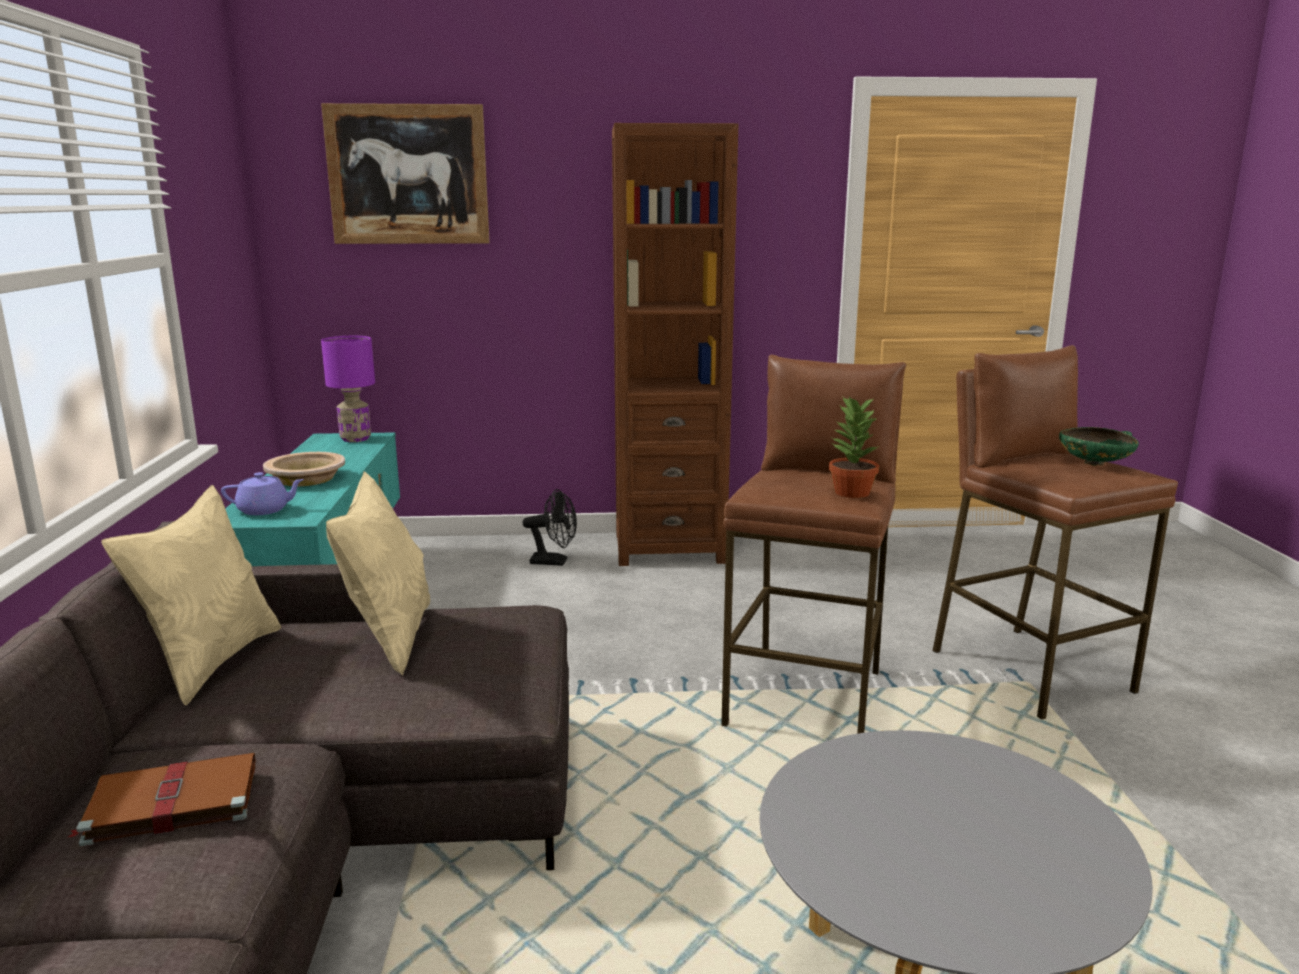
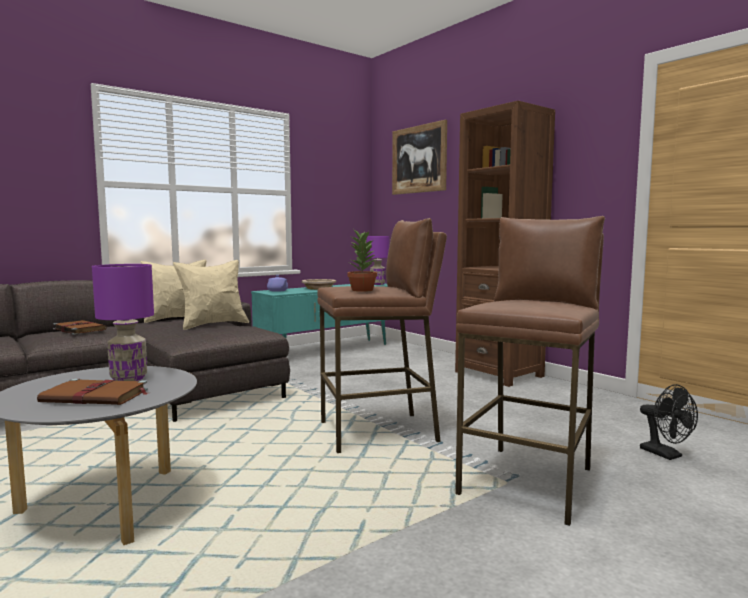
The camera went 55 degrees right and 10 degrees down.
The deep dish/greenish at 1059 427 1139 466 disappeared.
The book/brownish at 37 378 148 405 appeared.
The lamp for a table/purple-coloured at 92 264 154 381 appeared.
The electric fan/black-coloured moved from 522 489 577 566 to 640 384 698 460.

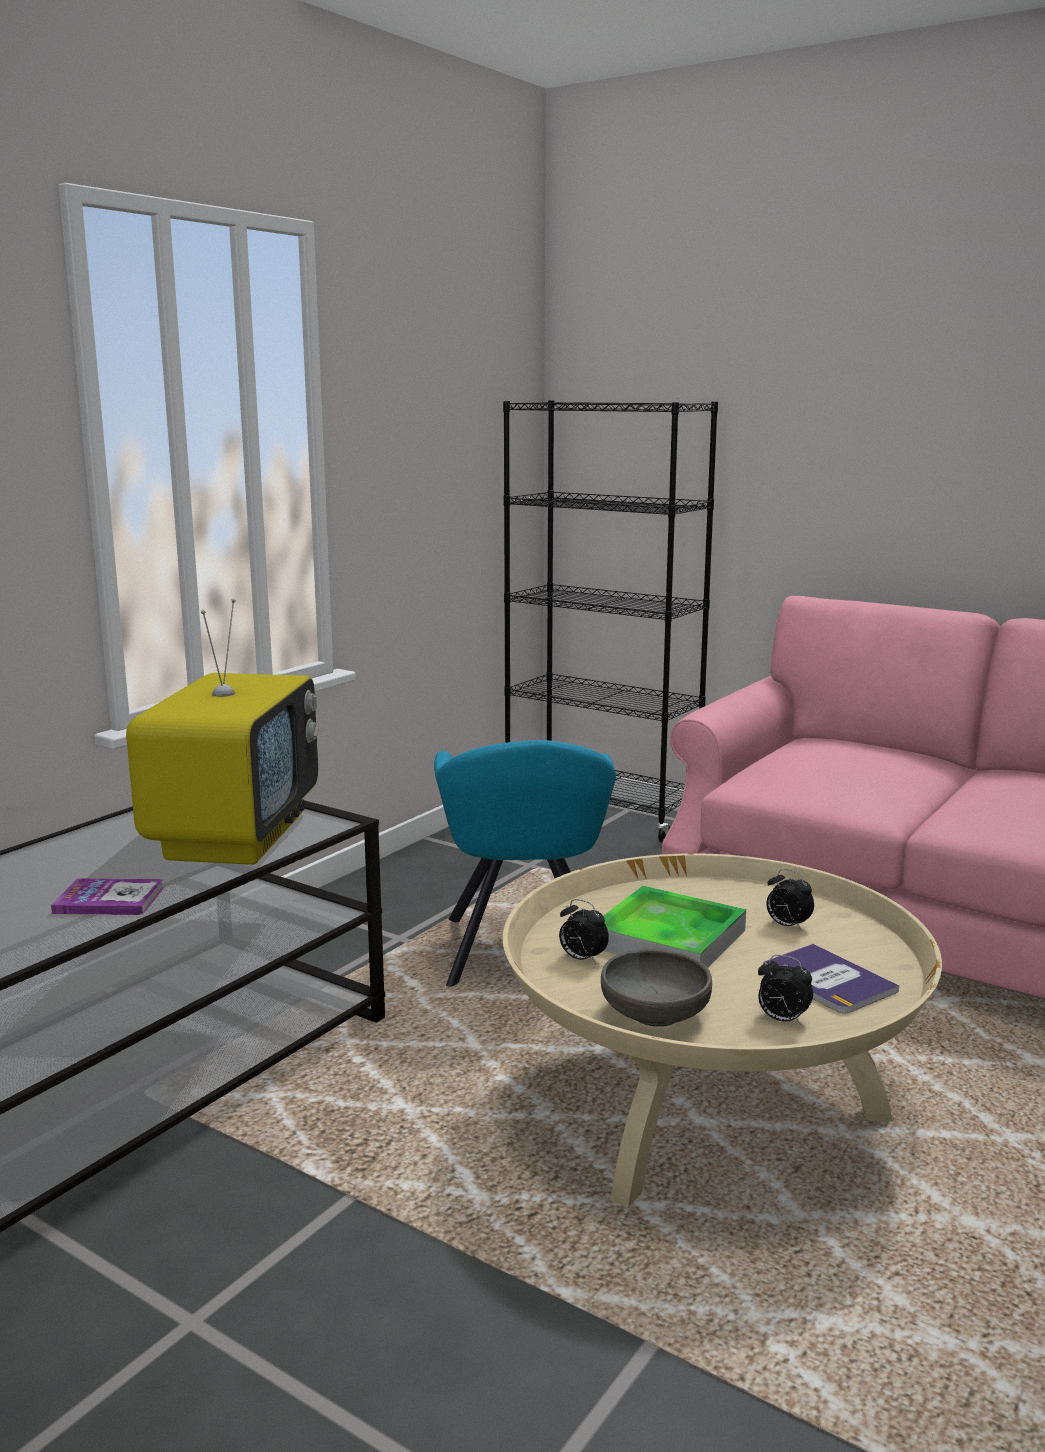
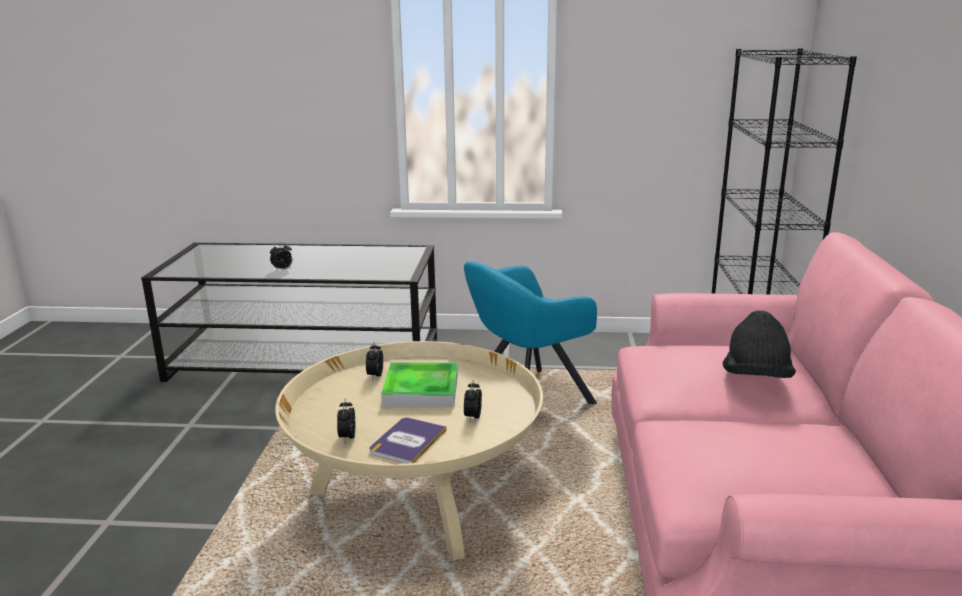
The camera went 60 degrees right and 5 degrees up.
The TV set at 126 599 319 865 disappeared.
The deep dish/greyish at 601 949 712 1027 disappeared.
The wearable hat/black-coloured at 723 310 796 378 appeared.
The book at 51 878 164 915 was replaced by the table clock at 270 242 292 271.

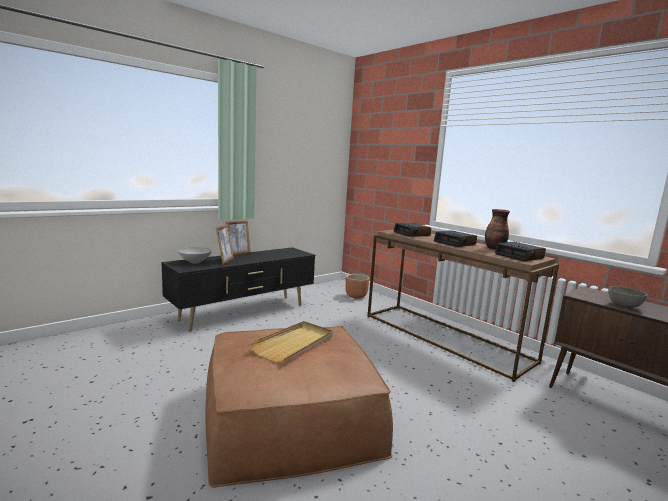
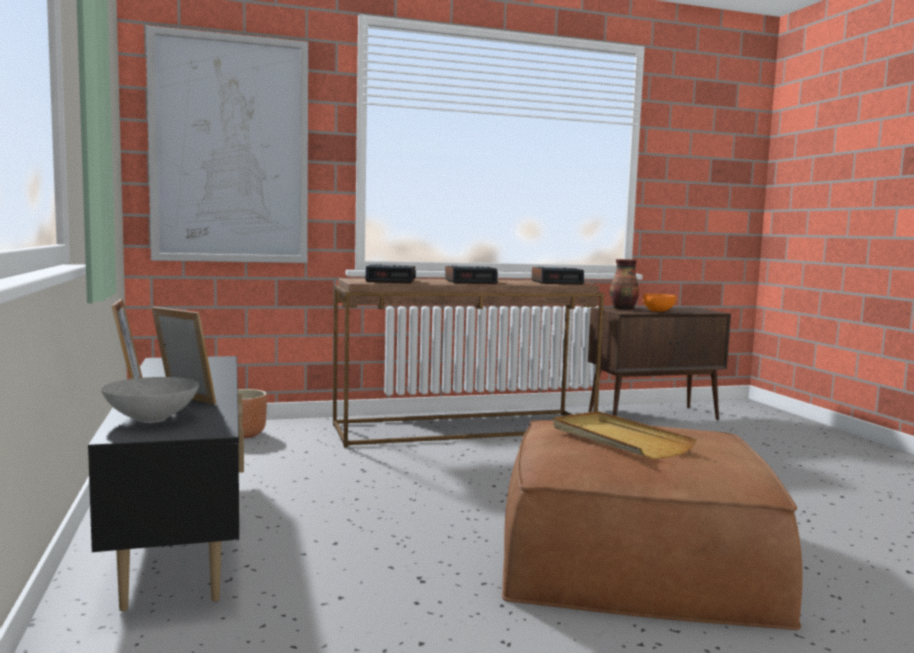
The camera went 65 degrees left and 5 degrees down.
The wall picture at 145 26 308 263 appeared.
The flower vase moved from 485 209 510 250 to 610 259 639 310.
The deep dish/greyish at 608 286 648 308 became the deep dish/orange-coloured at 643 294 676 312.

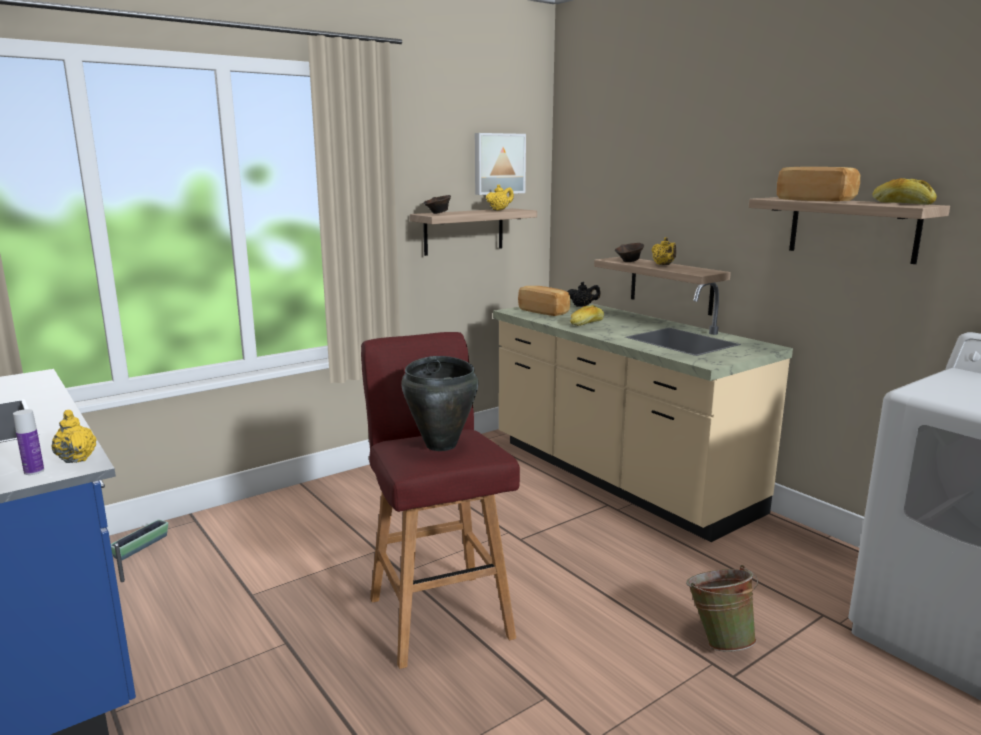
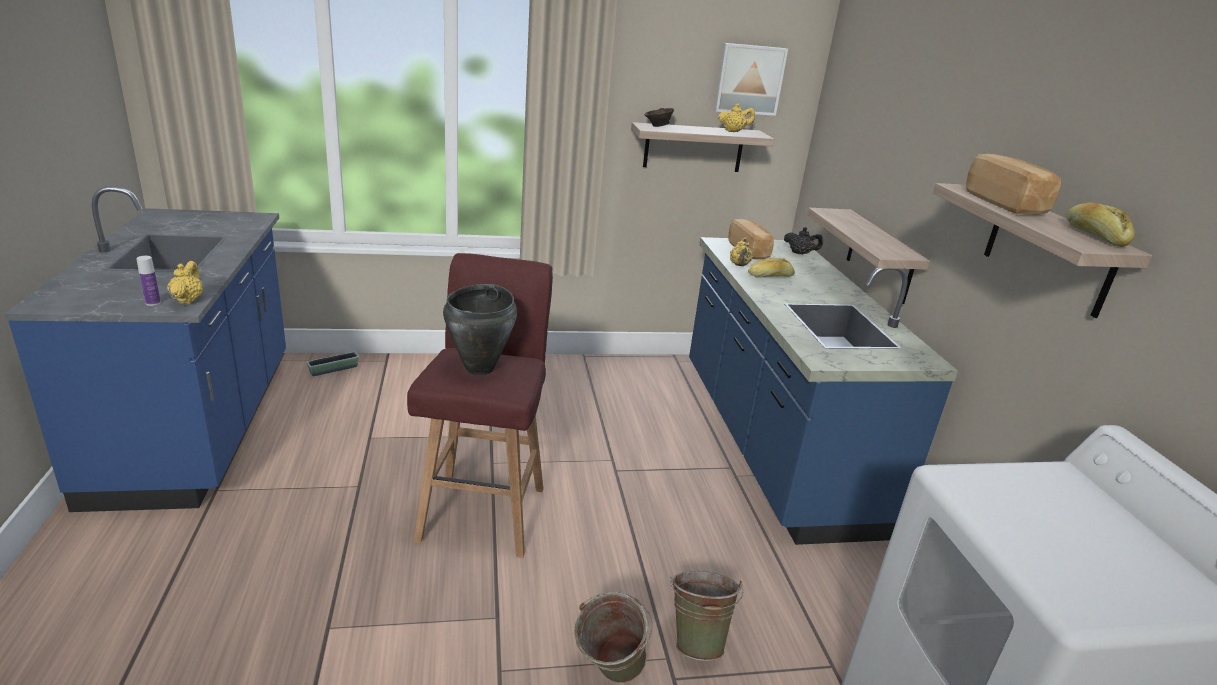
The camera went 25 degrees right and 10 degrees up.
The deep dish/brownish at 615 243 644 262 disappeared.
The bucket/greenish at 574 592 652 683 appeared.
The tea pot/yellow-coloured moved from 652 237 677 265 to 730 238 753 266.
The kitchen base unit/beige at 493 282 793 542 became the kitchen base unit/bluish at 689 237 958 545.

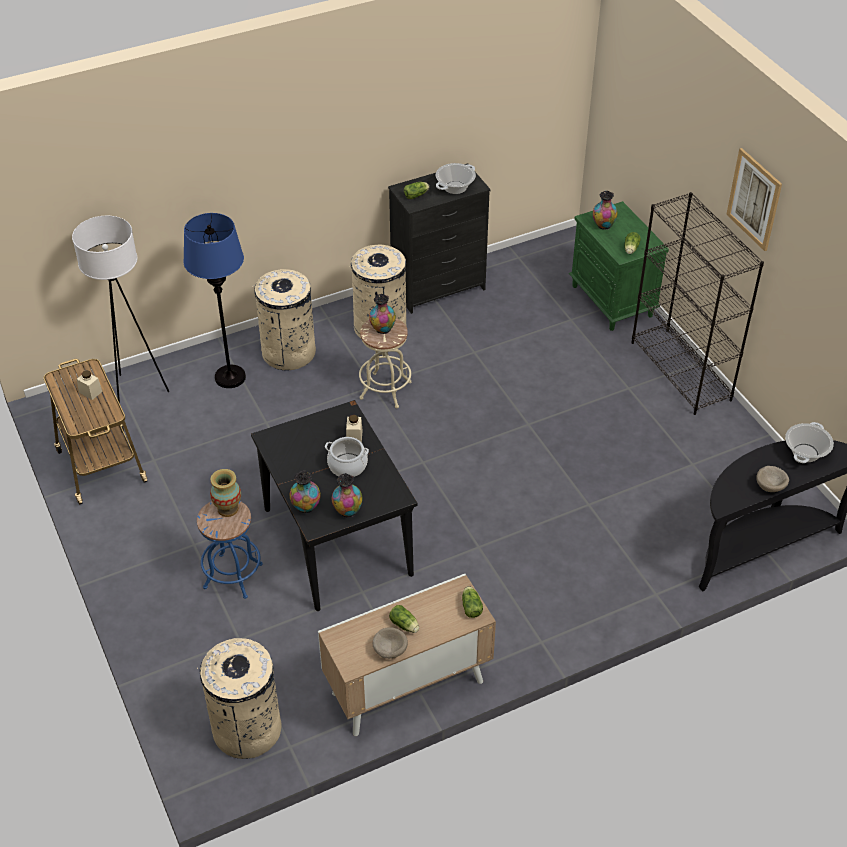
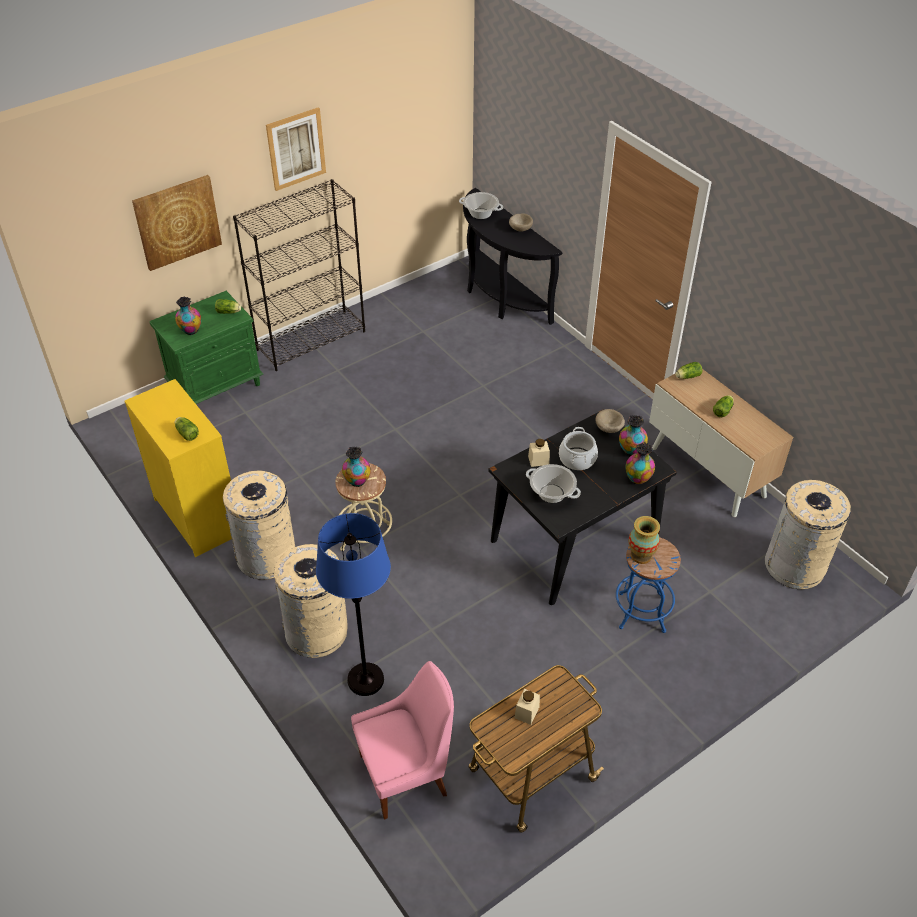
The camera went 100 degrees left and 0 degrees up.
The wall picture at 132 175 222 271 appeared.
The deep dish/beige moved from 373 627 408 659 to 596 409 625 433.
The saucepot moved from 436 163 476 194 to 526 464 581 503.
The floor lamp/white at 72 216 169 403 was replaced by the plain chair/pinkish at 351 661 454 820.
The dresser/black-coloured at 388 163 491 314 became the dresser/yellow-coloured at 125 379 232 557.

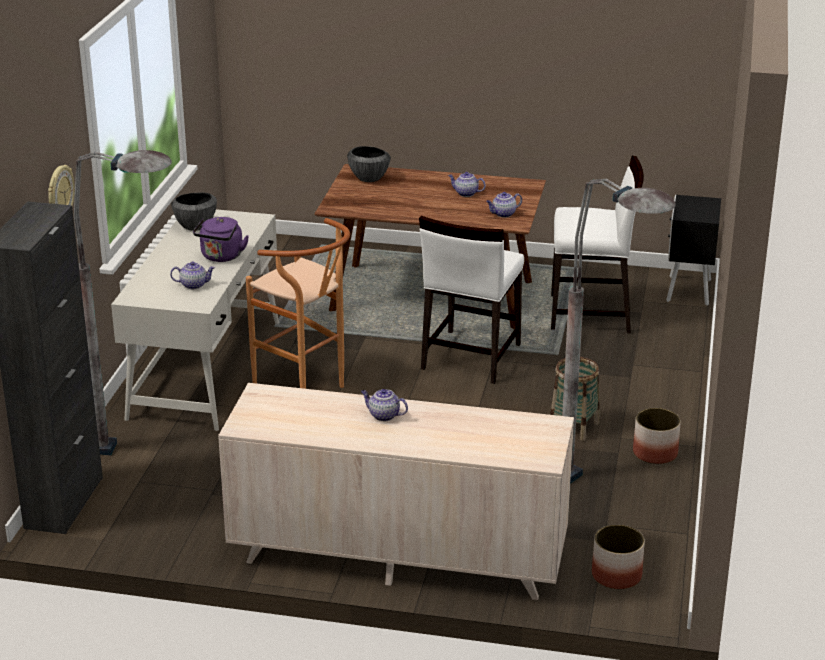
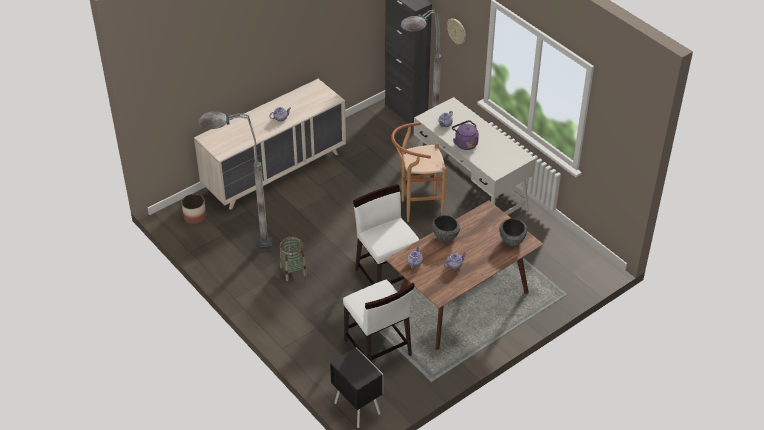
The camera went 130 degrees right and 15 degrees up.
The flower pot at 633 408 681 464 disappeared.
The deep dish moved from 171 193 217 231 to 431 215 460 242.
The plain chair/white at 551 156 644 333 turned 75 degrees counterclockwise.

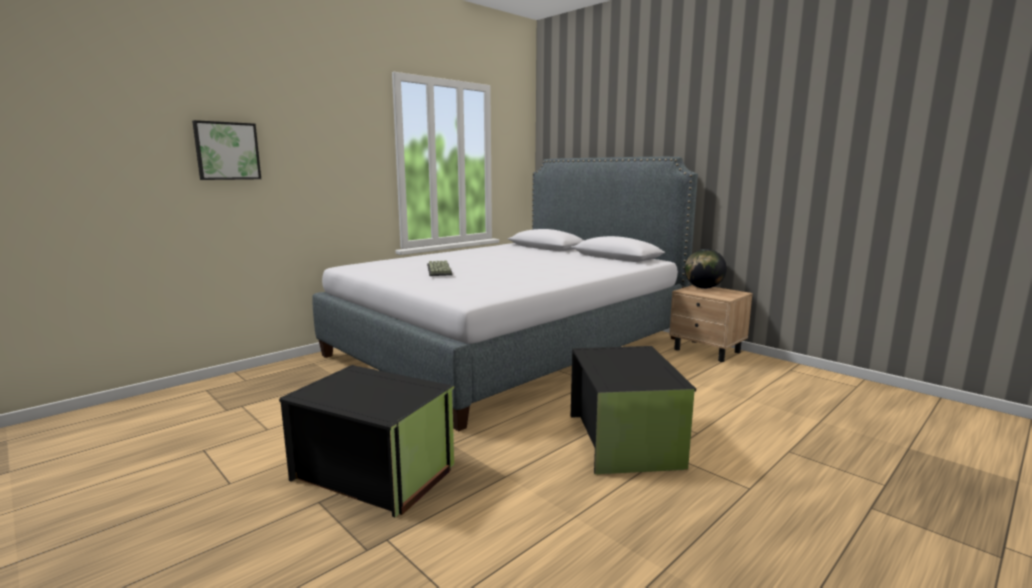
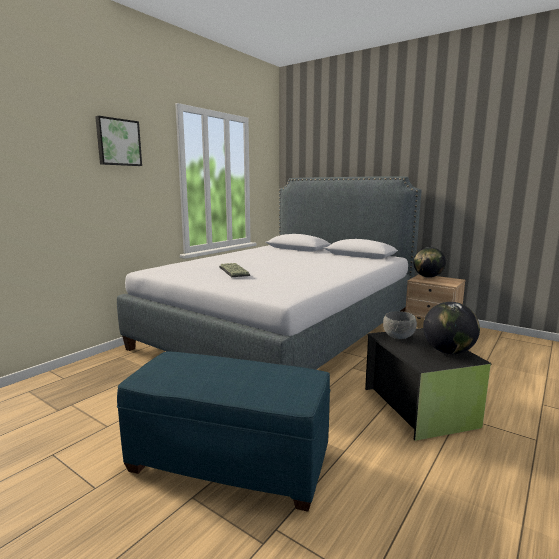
The camera went 10 degrees left and 0 degrees up.
The deep dish/greyish at 383 311 417 339 appeared.
The globe at 423 302 480 354 appeared.
The wall picture moved from 192 120 261 180 to 95 116 142 166.
The storage container/black-coloured at 279 365 454 517 was replaced by the ottoman/bluish at 117 351 330 512.

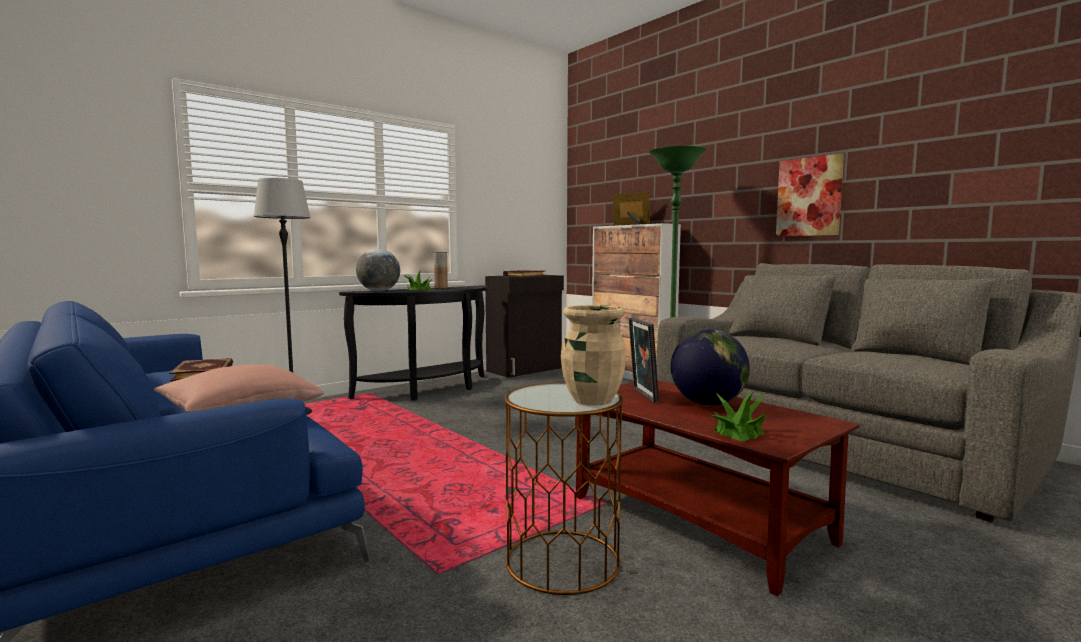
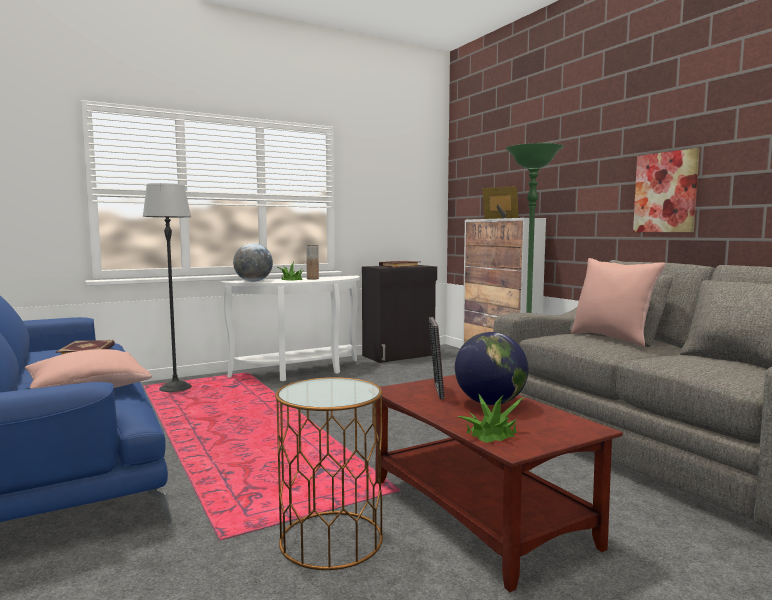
The camera went 10 degrees right and 0 degrees up.
The flower vase/beige at 561 305 626 406 disappeared.
The pillow/pinkish at 571 258 666 347 appeared.
The console table/black-coloured at 339 285 488 401 became the console table/white at 220 276 360 381.

